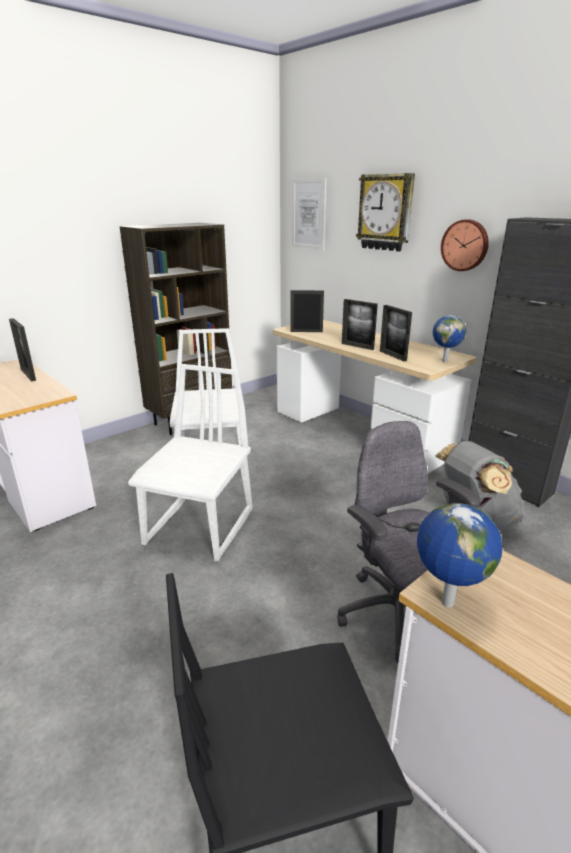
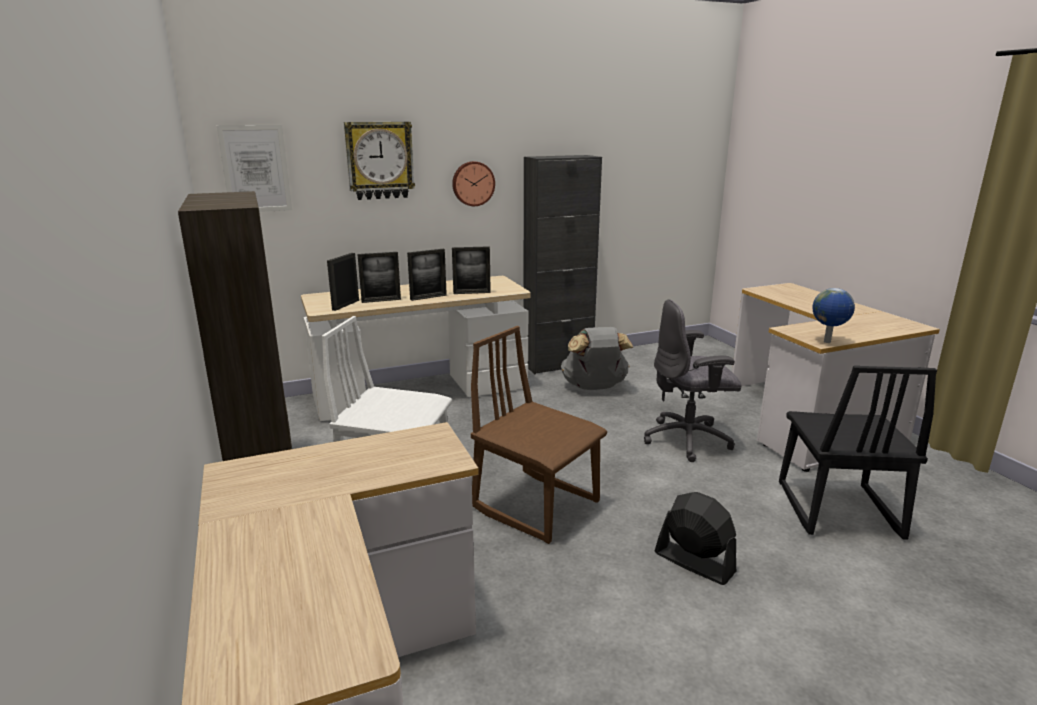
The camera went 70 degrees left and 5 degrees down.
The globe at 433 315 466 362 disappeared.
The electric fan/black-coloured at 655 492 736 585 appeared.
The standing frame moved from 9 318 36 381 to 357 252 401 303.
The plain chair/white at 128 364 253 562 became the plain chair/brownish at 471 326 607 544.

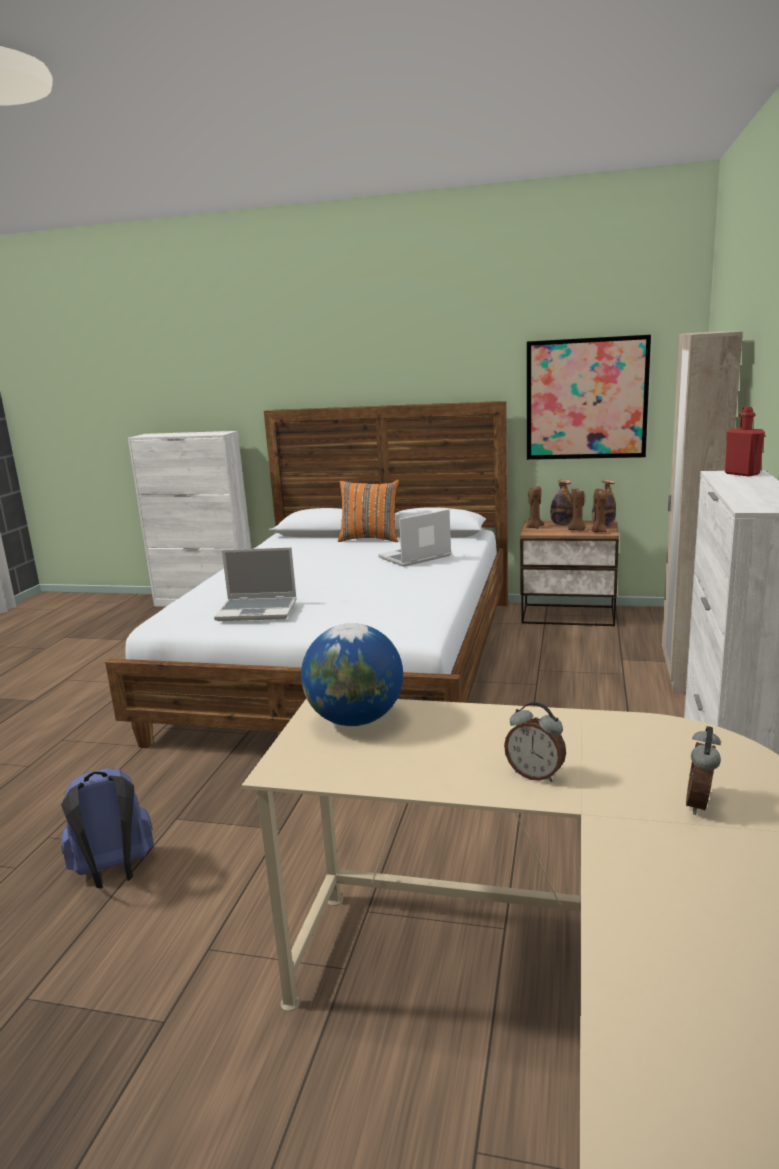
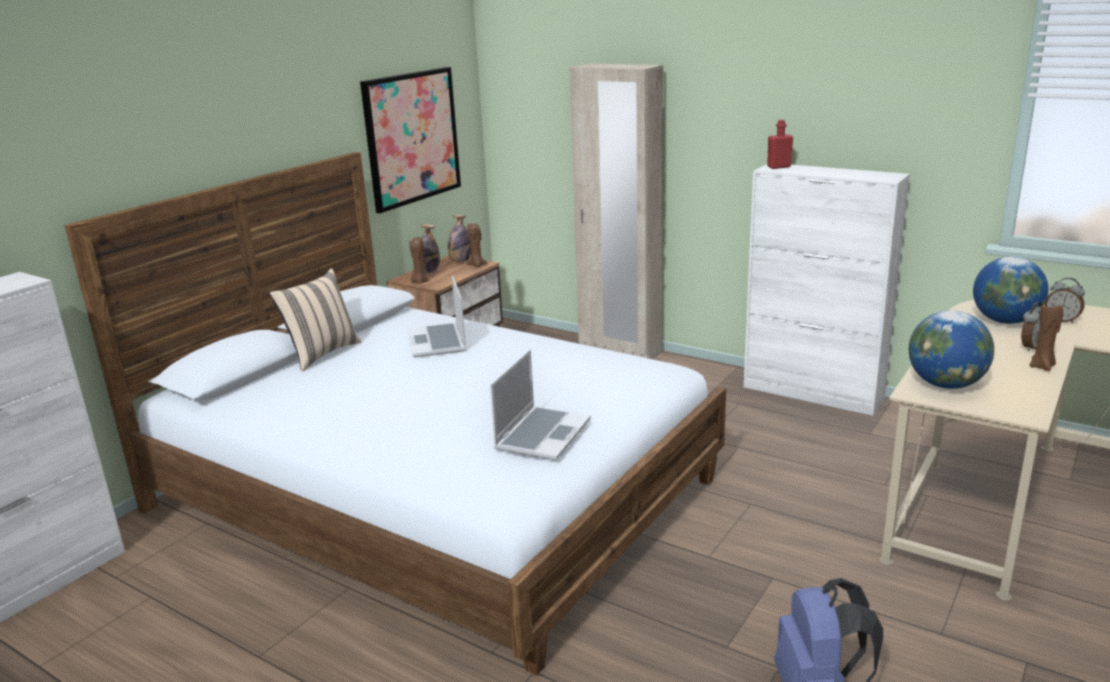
The camera went 70 degrees left and 5 degrees up.
The globe at 973 257 1048 324 appeared.
The wax candle/brownish moved from 568 489 586 531 to 1030 305 1063 371.
The pillow/orange-coloured at 338 480 399 542 became the pillow/beige at 270 268 362 371.

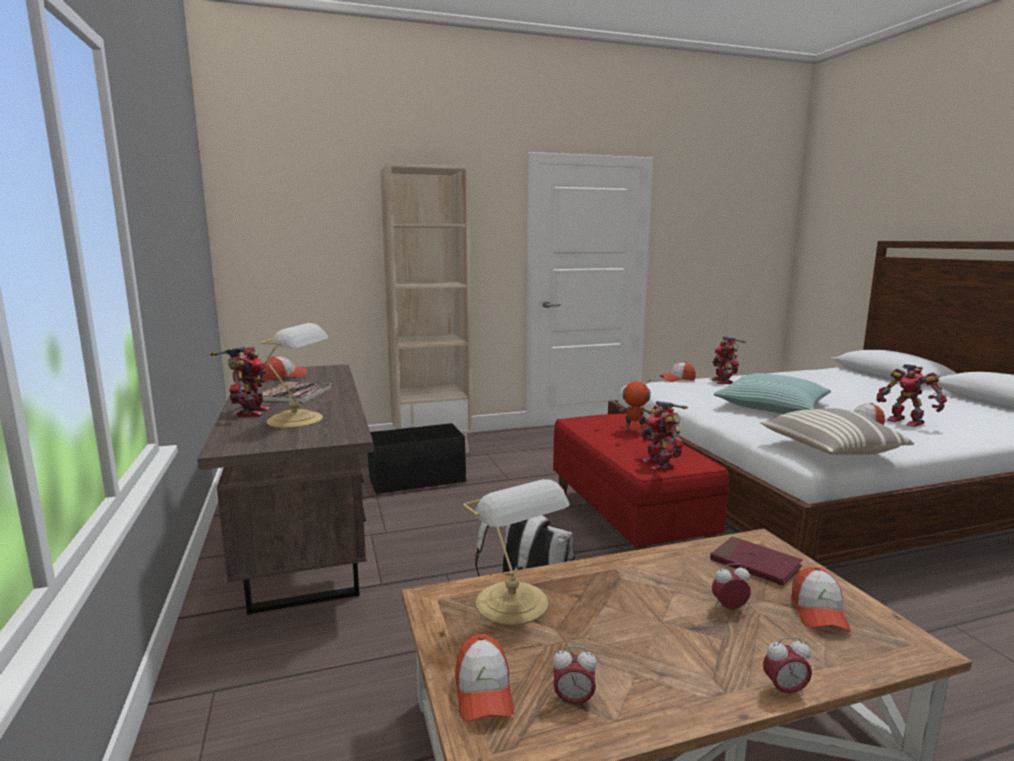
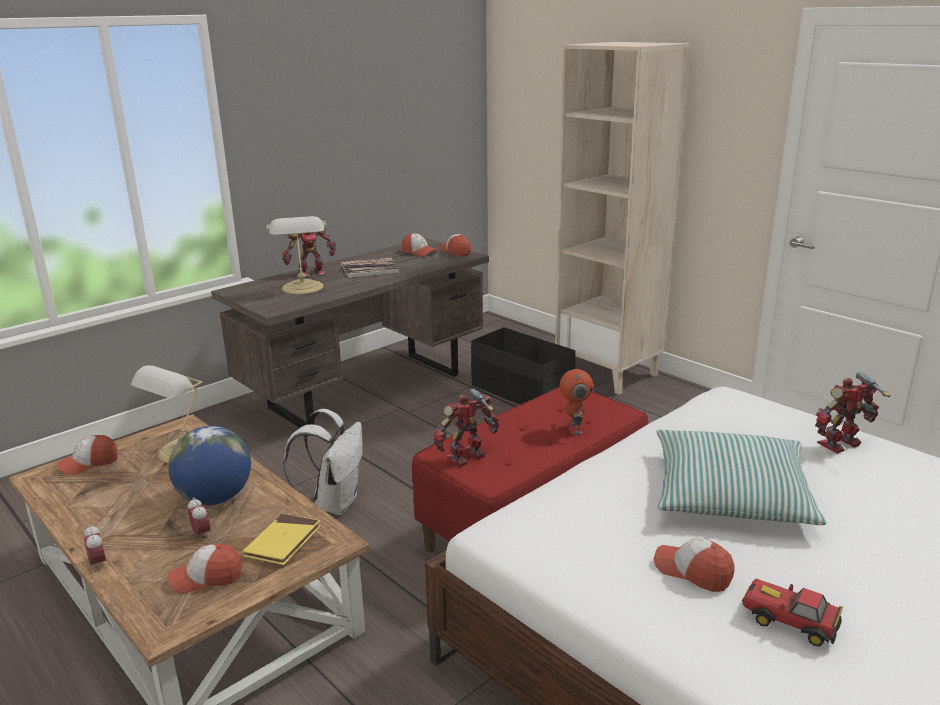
The camera went 65 degrees right and 10 degrees up.
The table clock at 553 646 597 707 disappeared.
The pillow at 760 408 914 455 disappeared.
The globe at 168 426 251 505 appeared.
The peaked cap moved from 660 362 696 382 to 440 234 471 257.
The toy robot at 877 364 947 427 was replaced by the toy car at 741 578 843 646.
The book/red at 710 537 803 586 became the book/yellow-coloured at 242 514 321 565.

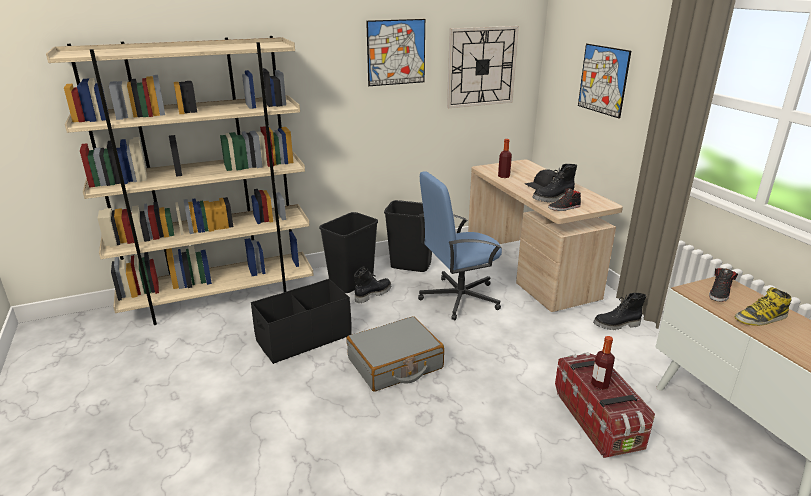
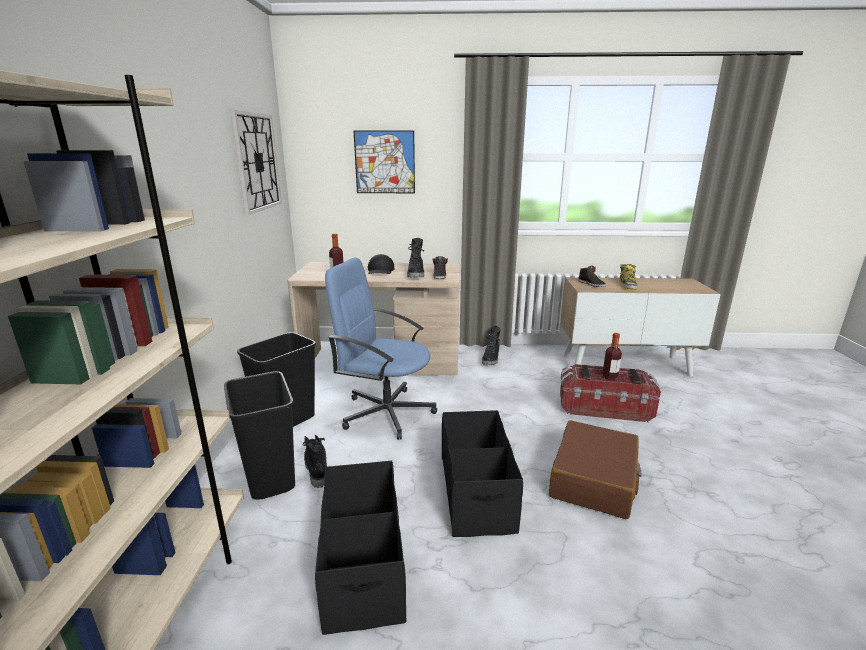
The camera went 65 degrees left and 5 degrees down.
The wall picture at 366 19 425 86 disappeared.
The travel case/brownish at 549 420 642 519 appeared.
The travel case/greyish at 346 316 444 392 was replaced by the storage container/black-coloured at 442 410 523 537.
The desk chair/bluish at 418 171 502 320 turned 105 degrees clockwise.

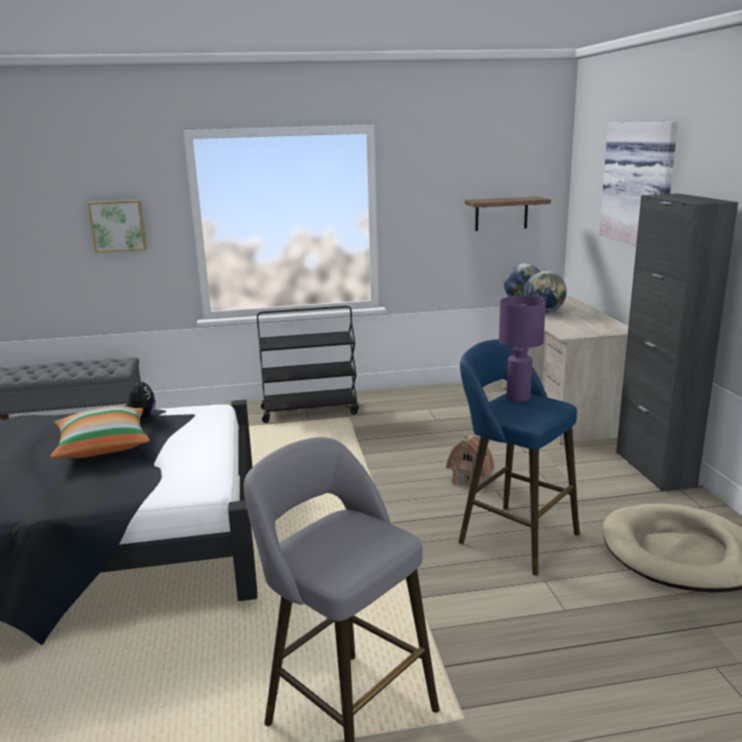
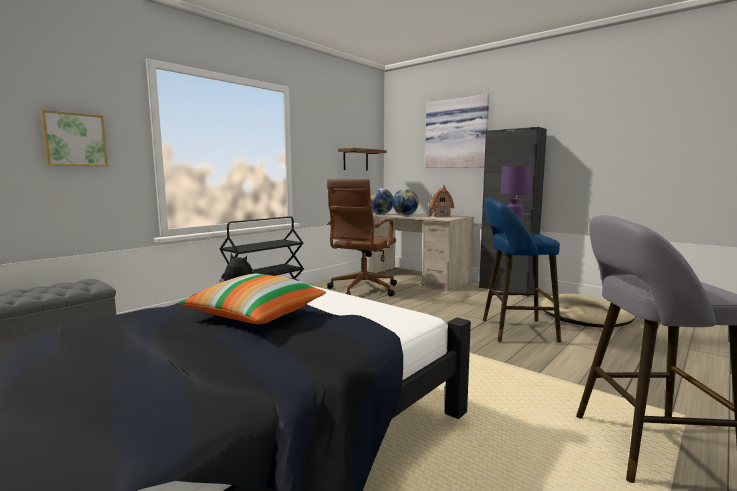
The camera went 40 degrees left and 10 degrees down.
The desk chair/brownish at 327 179 397 297 appeared.
The model house moved from 446 434 494 492 to 429 185 454 217.

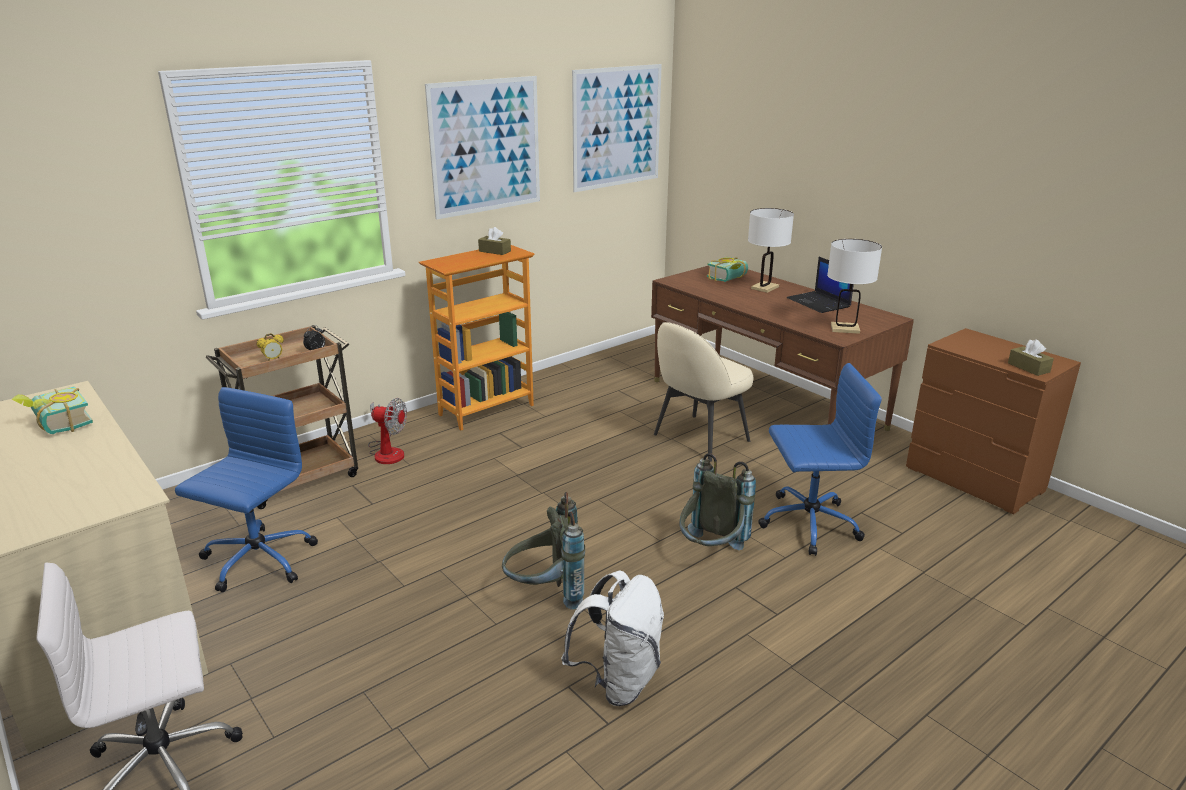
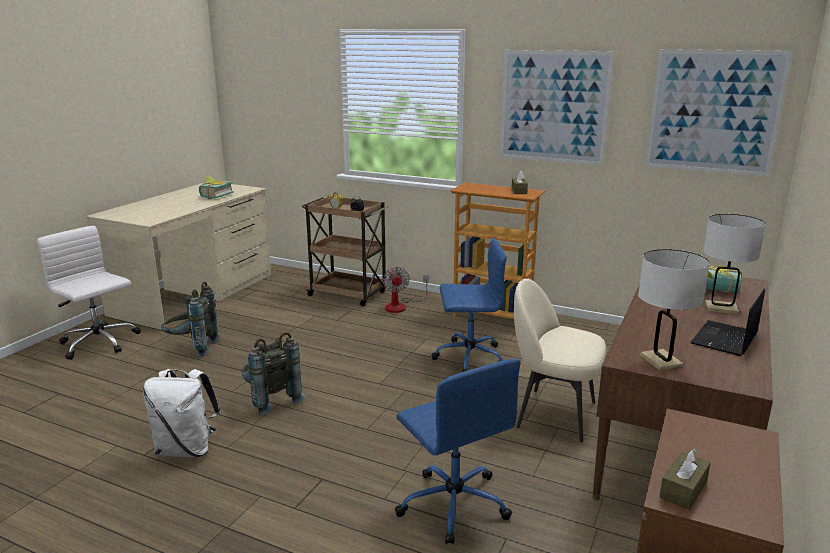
The camera went 65 degrees right and 5 degrees down.
The desk chair/bluish moved from 175 387 318 592 to 431 238 507 372.
The knapsack/greyish moved from 679 453 756 550 to 161 282 220 357.

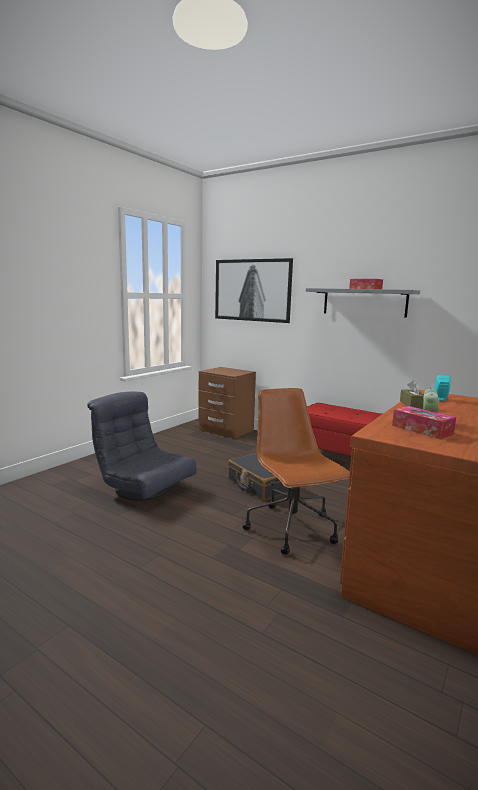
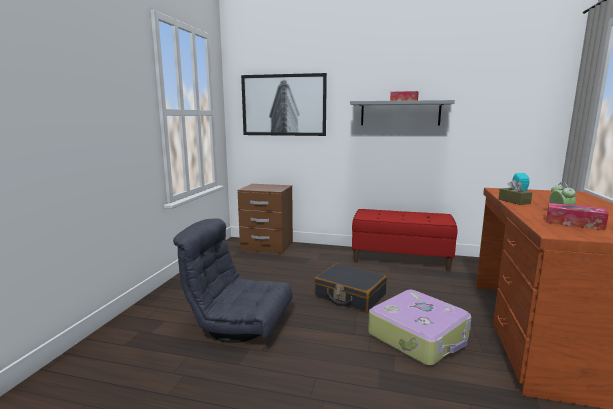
The camera went 20 degrees left and 0 degrees up.
The desk chair/brownish at 243 388 350 555 was replaced by the travel case at 368 290 471 366.

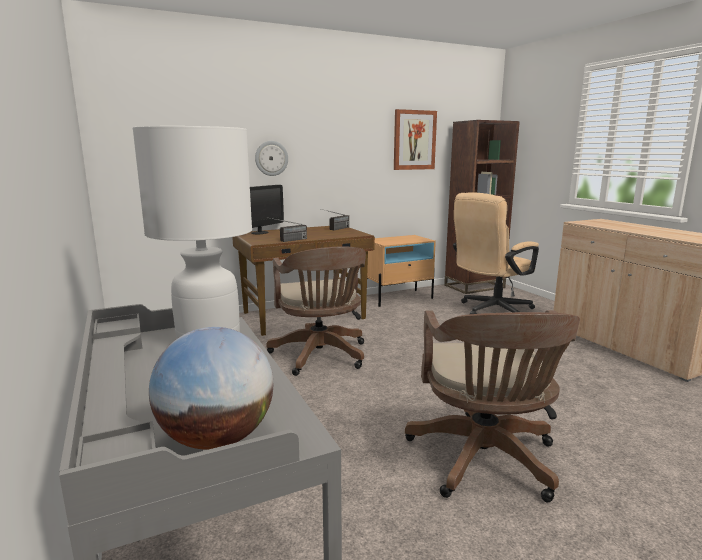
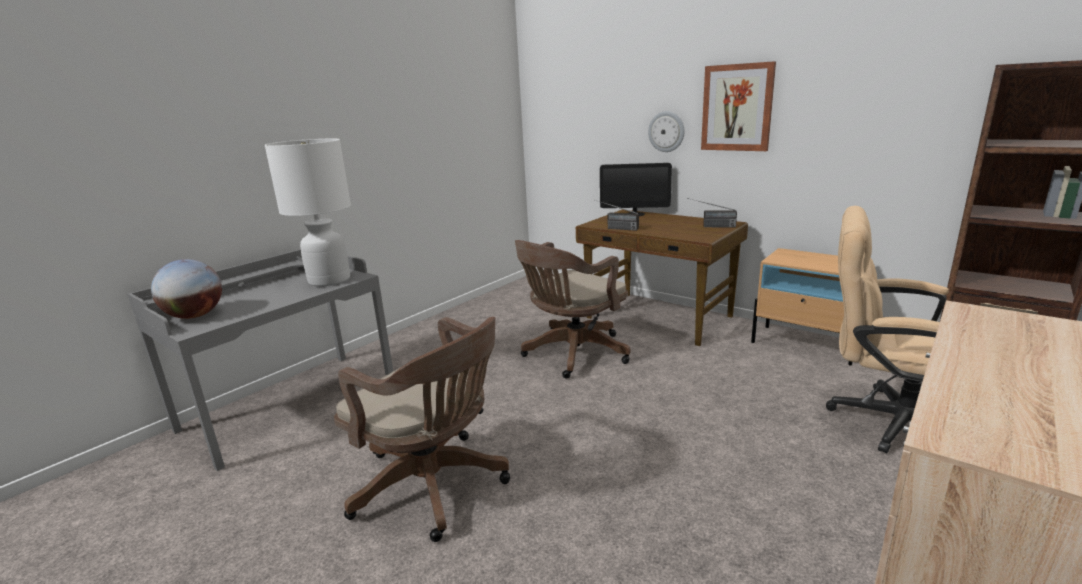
The camera went 65 degrees right and 5 degrees up.
The wall picture moved from 394 109 437 170 to 701 61 776 151.
The desk chair/brownish at 405 310 580 502 turned 120 degrees counterclockwise.

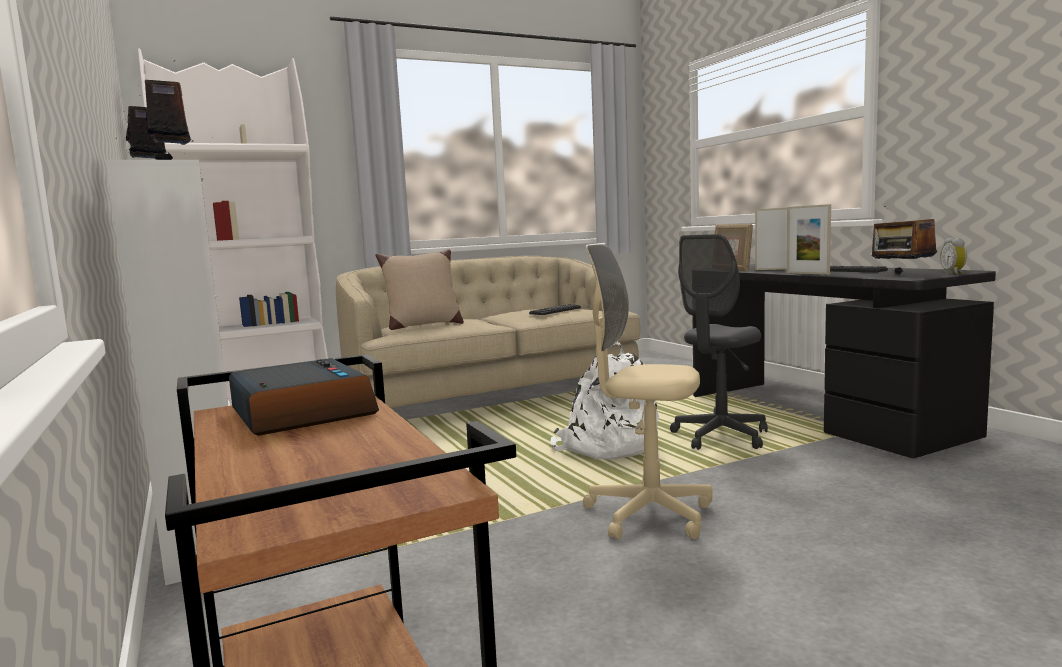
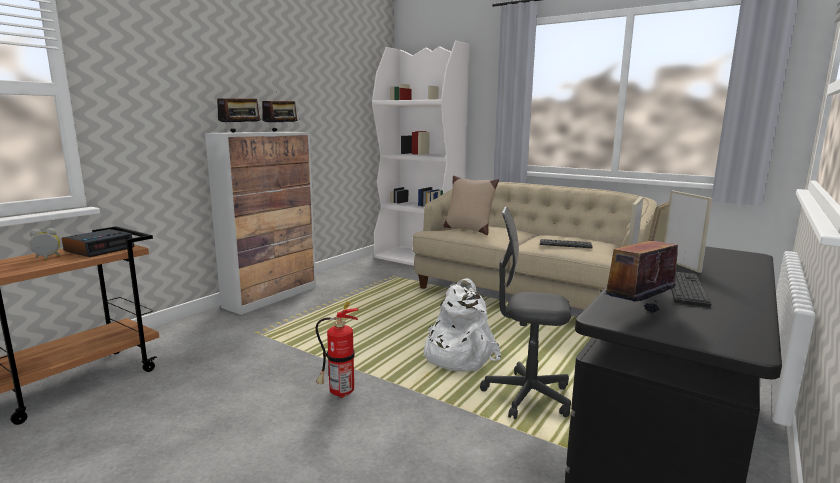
The camera went 60 degrees right and 5 degrees up.
The table clock moved from 940 238 967 274 to 30 228 60 260.
The desk chair/beige at 583 243 713 540 was replaced by the fire extinguisher at 316 302 359 398.

